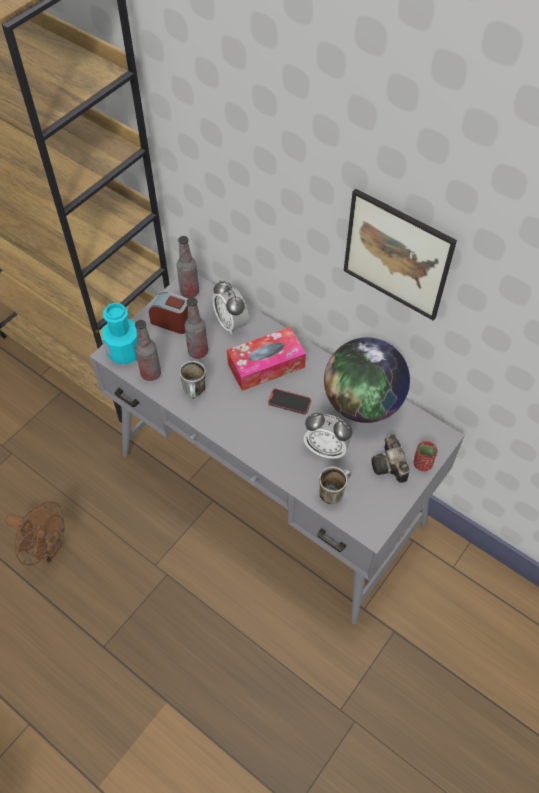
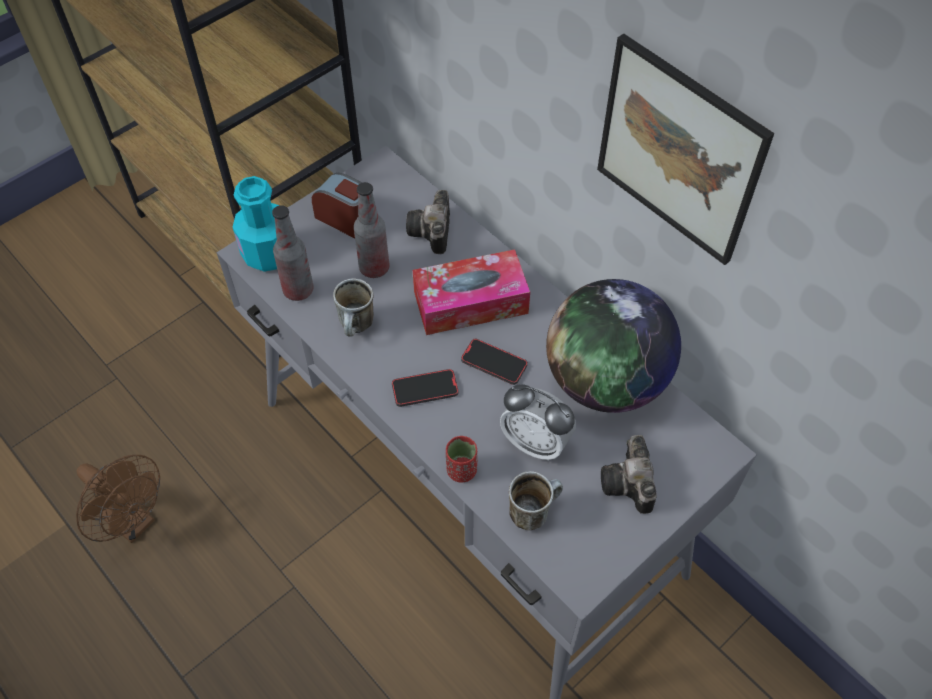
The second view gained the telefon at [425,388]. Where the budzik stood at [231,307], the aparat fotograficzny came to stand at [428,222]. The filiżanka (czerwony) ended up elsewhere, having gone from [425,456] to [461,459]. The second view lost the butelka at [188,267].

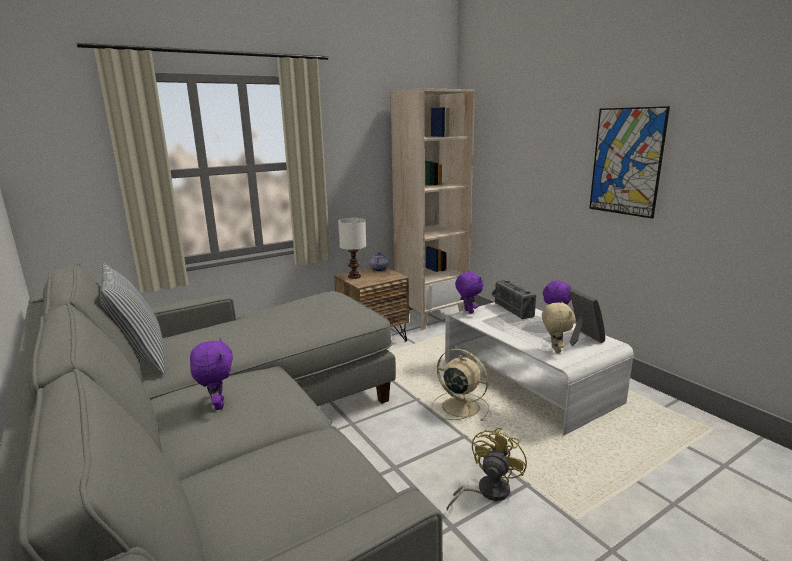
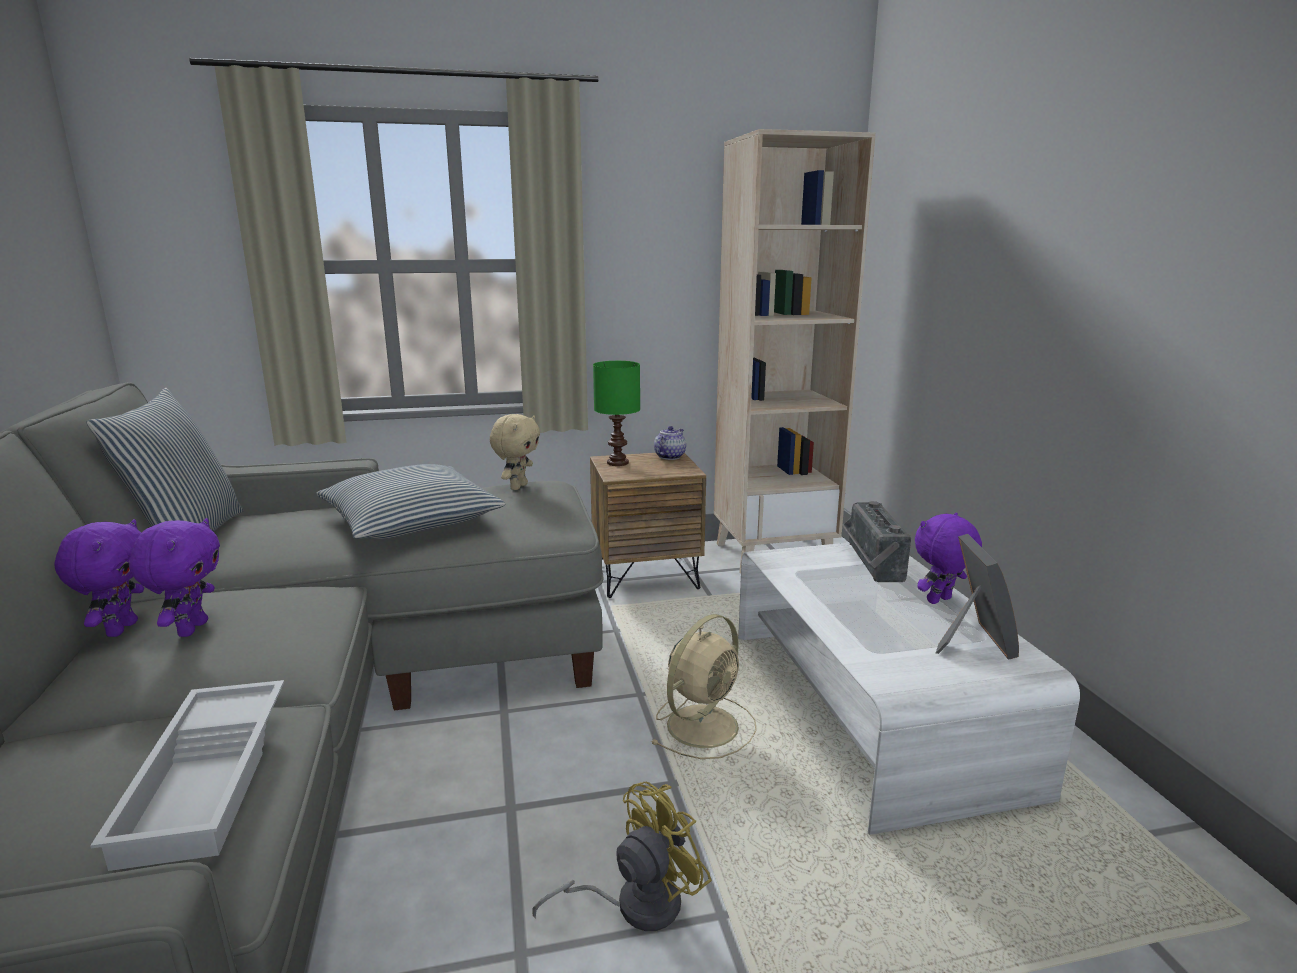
The pluszak (fioletowy) ended up elsewhere, having gone from [469,292] to [99,578]. The second view gained the taca (biały) at [187,775]. The second view gained the poduszka at [411,501]. The pluszak (beżowy) ended up elsewhere, having gone from [558,327] to [515,452]. What was the lampa stołowa (biały) at [352,248] turned into the lampa stołowa (zielony) at [616,413]. The wentylator (beżowy) at [460,384] ended up facing another way, 75 degrees clockwise from before. The second view lost the obraz at [629,162].

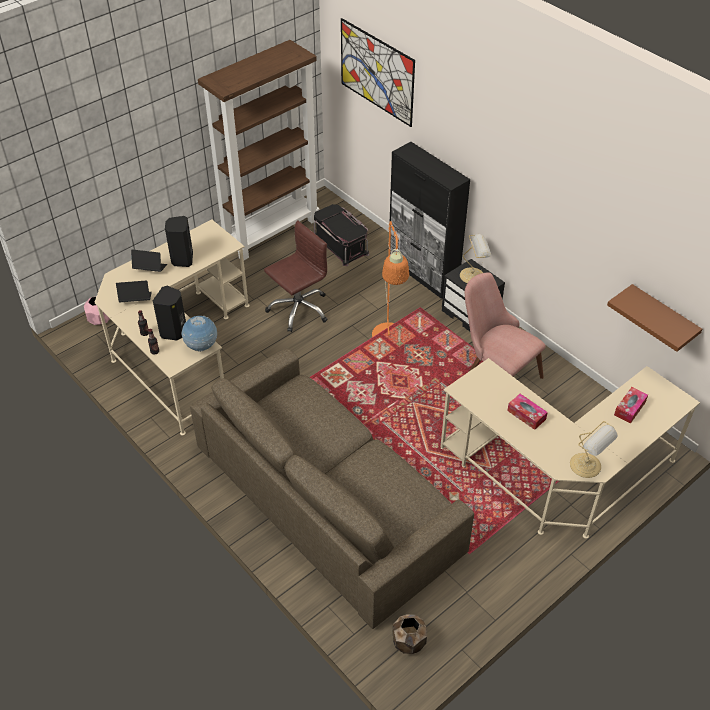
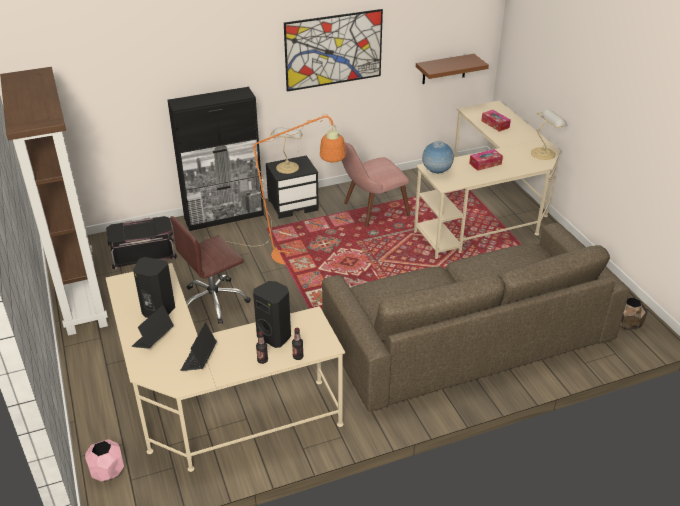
The krzesło biurowe (brązowy) at [296,276] ended up facing another way, 105 degrees counterclockwise from before. The obraz ended up elsewhere, having gone from [378,72] to [333,50]. The globus ended up elsewhere, having gone from [199,334] to [438,157].

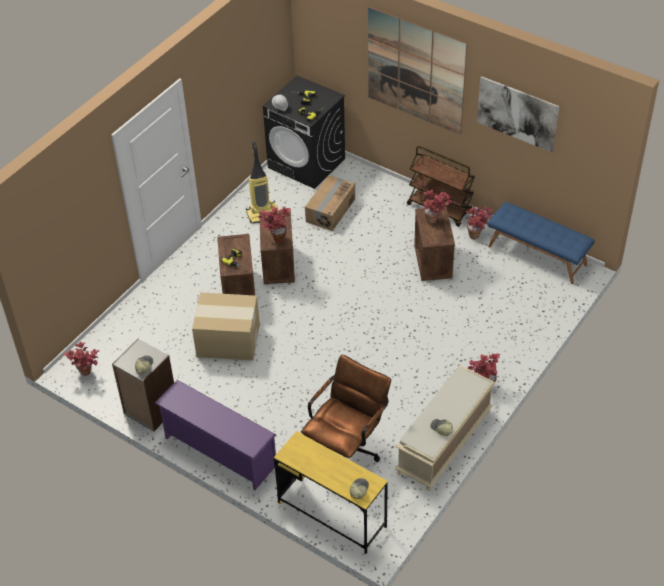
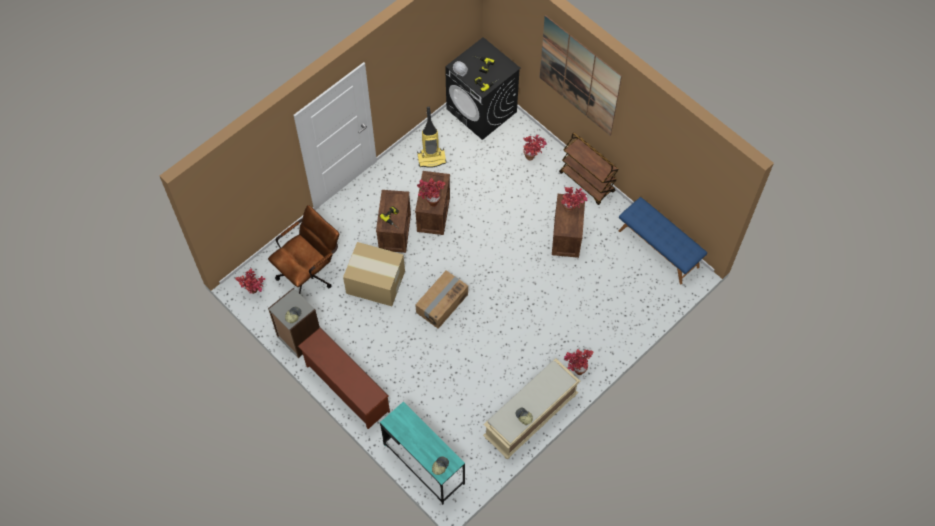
The krzesło biurowe (brązowy) ended up elsewhere, having gone from [346,408] to [303,249]. What was the regał na buty (fioletowy) at [215,435] turned into the regał na buty (brązowy) at [344,378]. What was the biurko (żółty) at [331,492] turned into the biurko (turkusowy) at [422,453]. The karton ended up elsewhere, having gone from [330,203] to [441,299]. The roślina doniczkowa ended up elsewhere, having gone from [479,222] to [535,148]. The second view lost the obraz at [518,114].

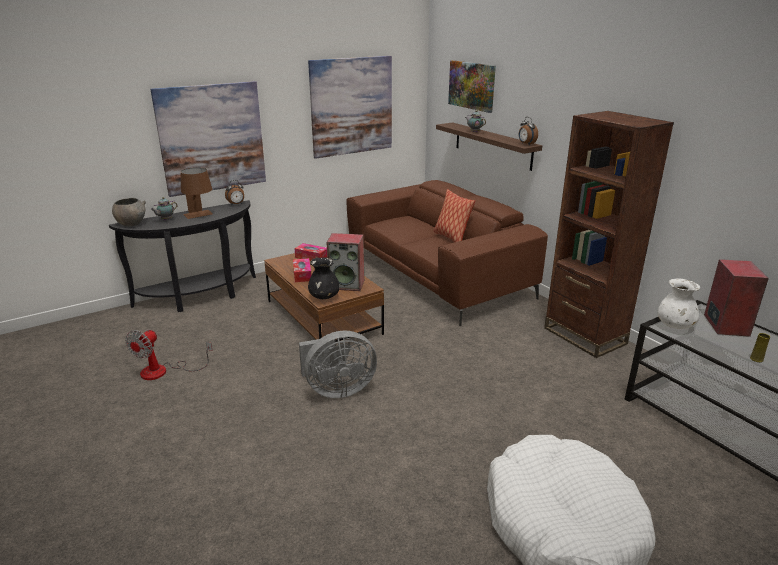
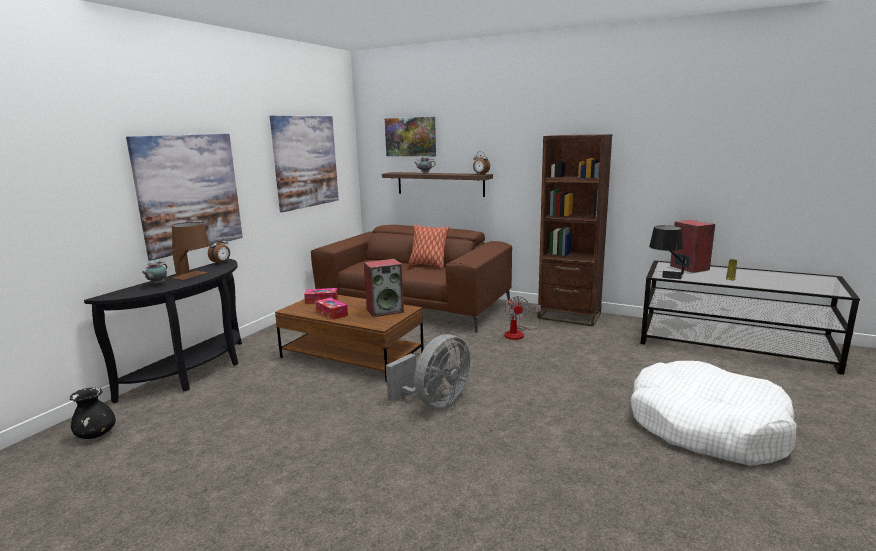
The wazon (czarny) ended up elsewhere, having gone from [323,278] to [93,413]. The wentylator ended up elsewhere, having gone from [169,354] to [522,318]. Where the wazon (biały) stood at [678,303], the lampa stołowa (czarny) came to stand at [667,252]. The second view lost the miska (szary) at [129,212].

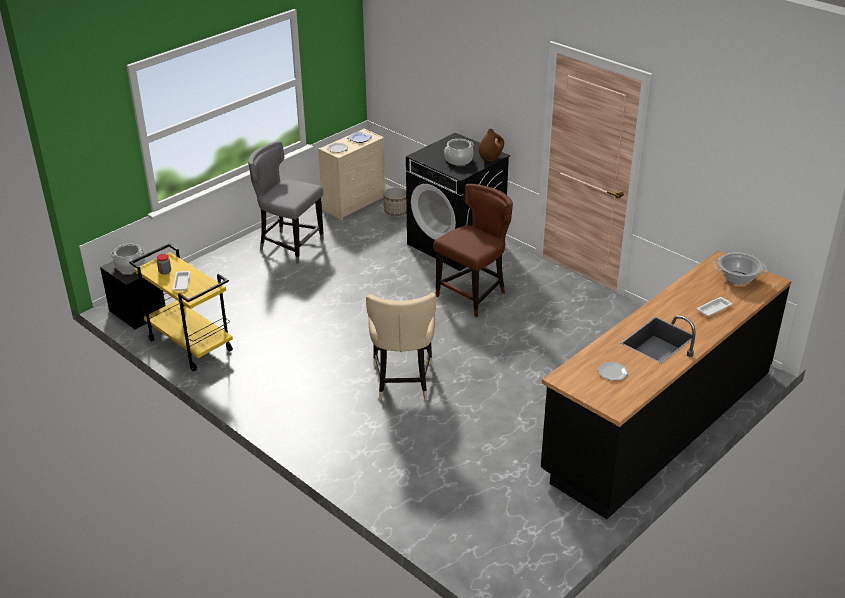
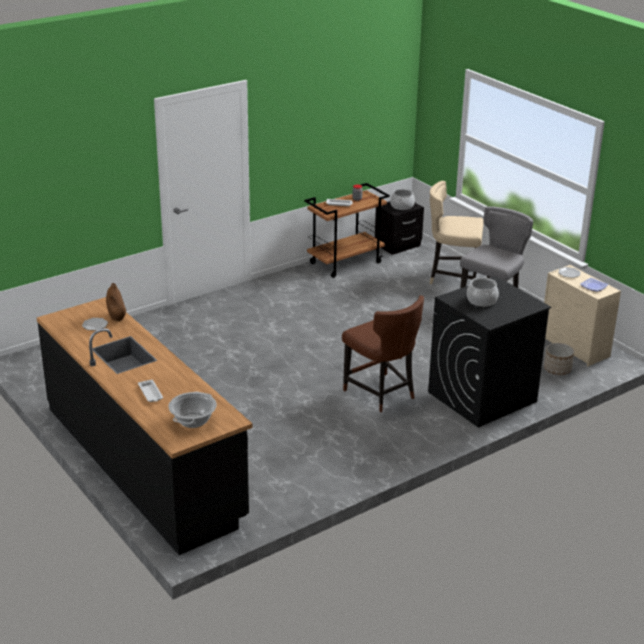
The wazon (brązowy) ended up elsewhere, having gone from [491,145] to [116,302]. What was the wózek (żółty) at [181,307] turned into the wózek (brązowy) at [347,230]. The krzesło (beżowy) ended up elsewhere, having gone from [401,346] to [457,232].

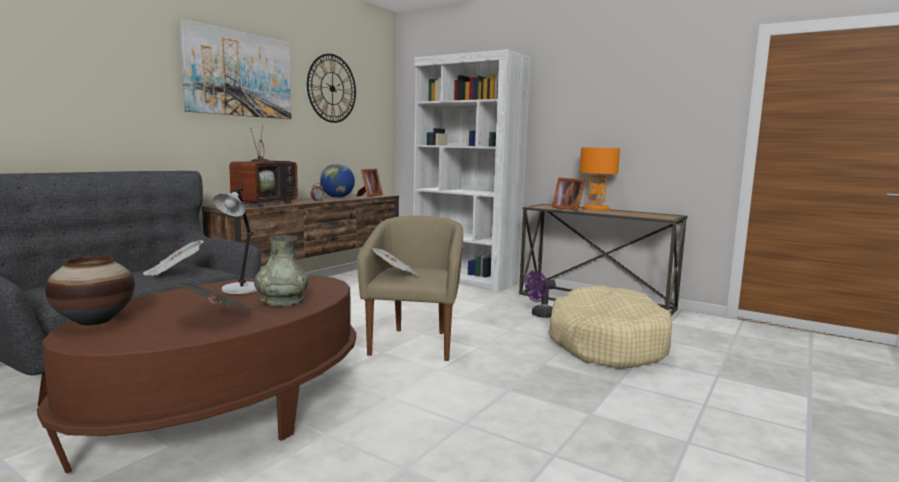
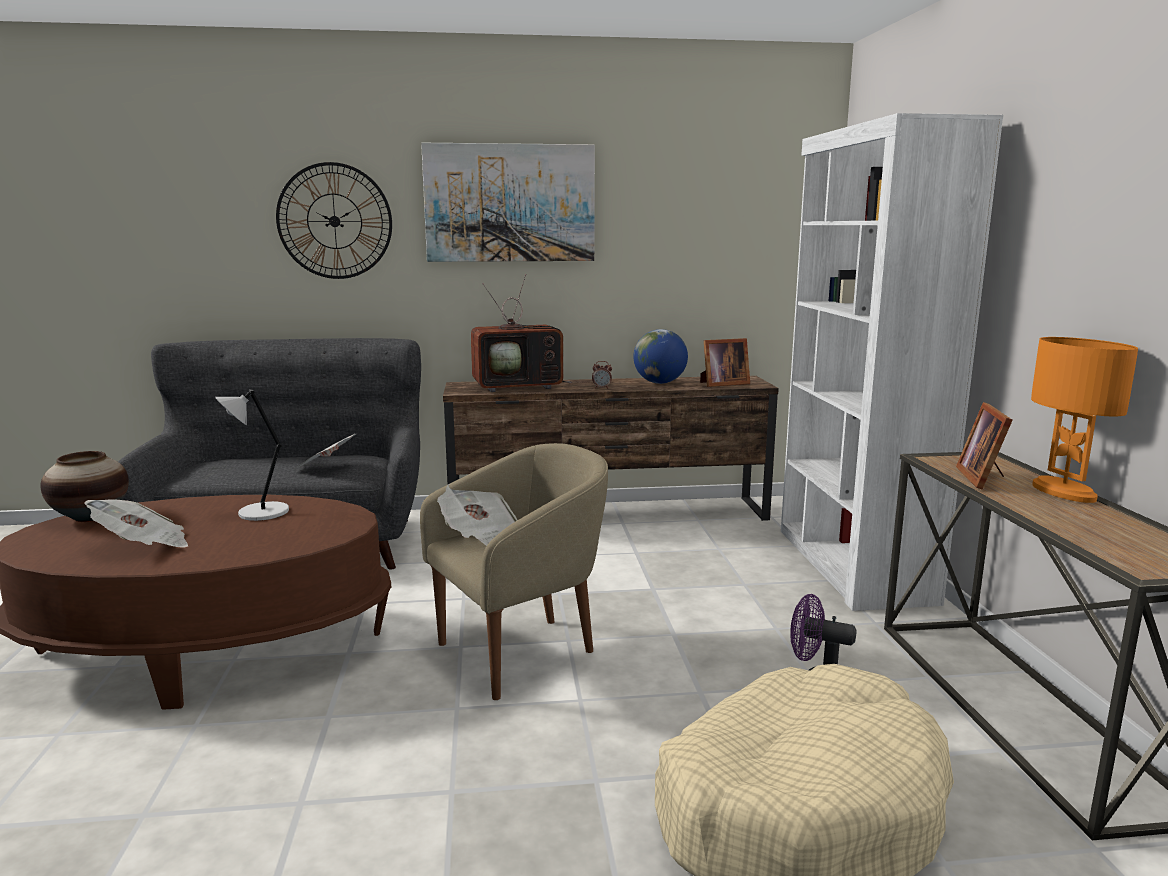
The zegar ścienny ended up elsewhere, having gone from [331,88] to [334,220]. The second view lost the wazon (szary) at [281,271].

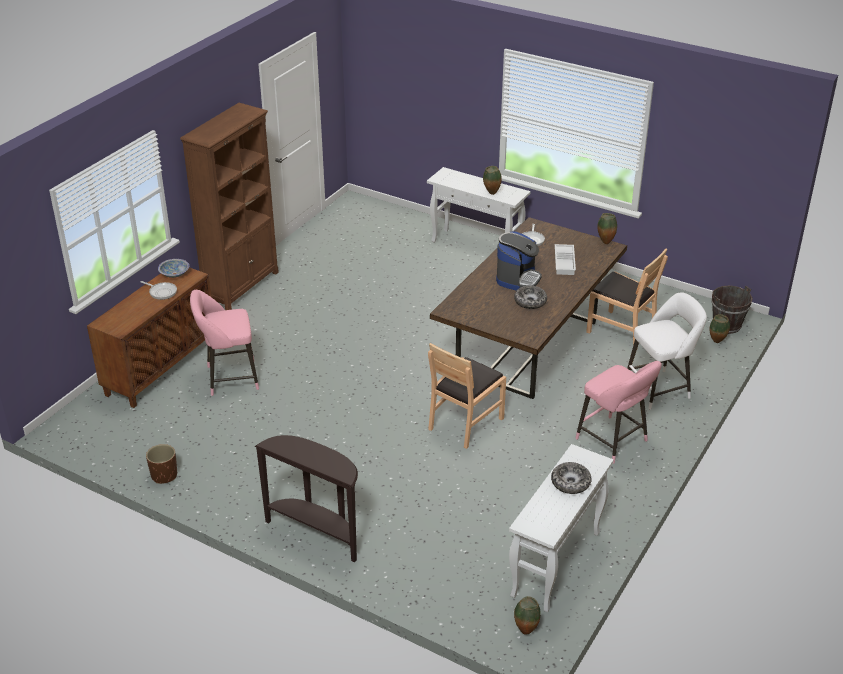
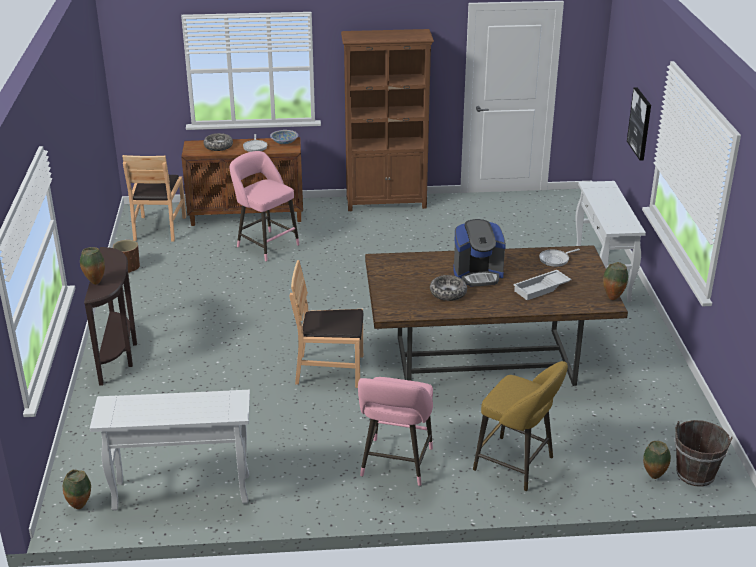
The wazon ended up elsewhere, having gone from [492,180] to [92,266]. The krzesło (brązowy) ended up elsewhere, having gone from [627,298] to [154,198]. The miska ended up elsewhere, having gone from [571,478] to [218,142]. What was the stołek (biały) at [667,351] turned into the stołek (żółty) at [520,426]. The second view gained the obraz at [639,124].

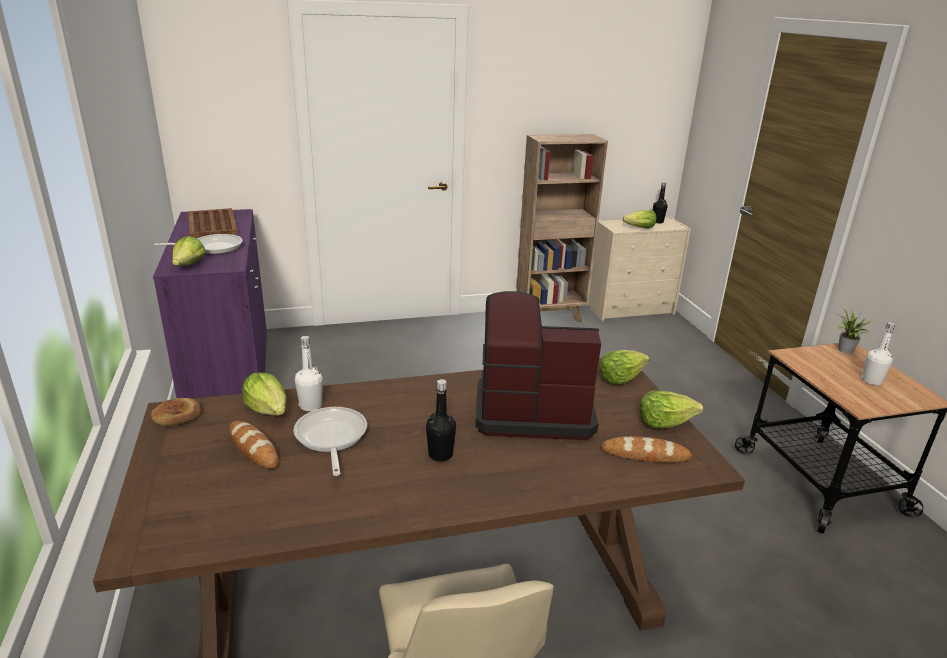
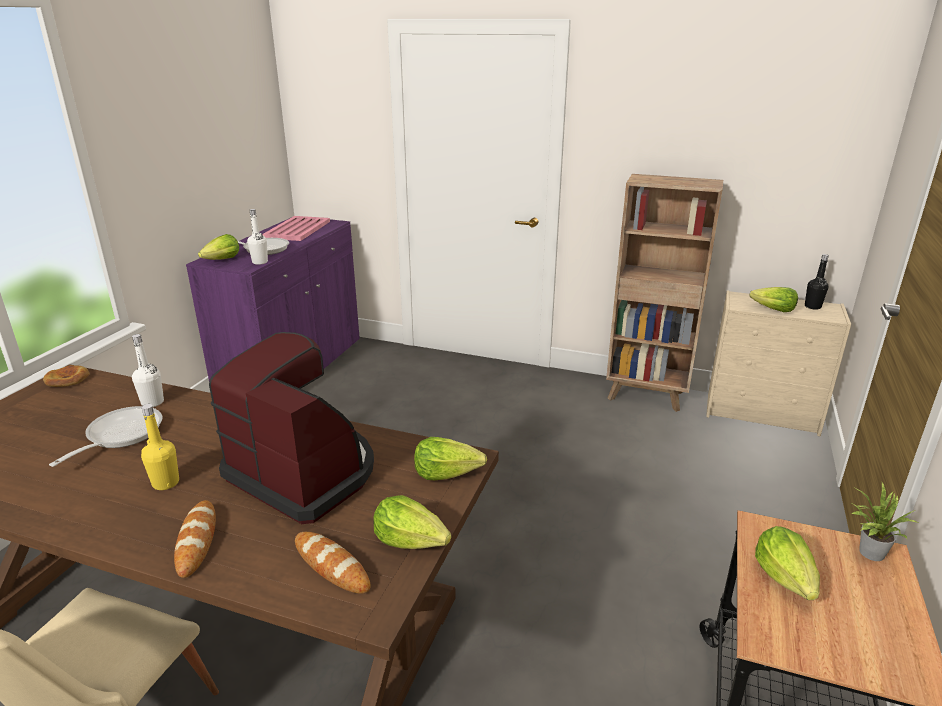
What was the butelka (czarny) at [441,420] turned into the butelka (żółty) at [160,447]. The chleb ended up elsewhere, having gone from [254,445] to [195,539]. The butelka (biały) ended up elsewhere, having gone from [878,353] to [257,237]. What was the taca (brązowy) at [213,223] turned into the taca (różowy) at [296,228]. The sałata ended up elsewhere, having gone from [264,394] to [787,563].

